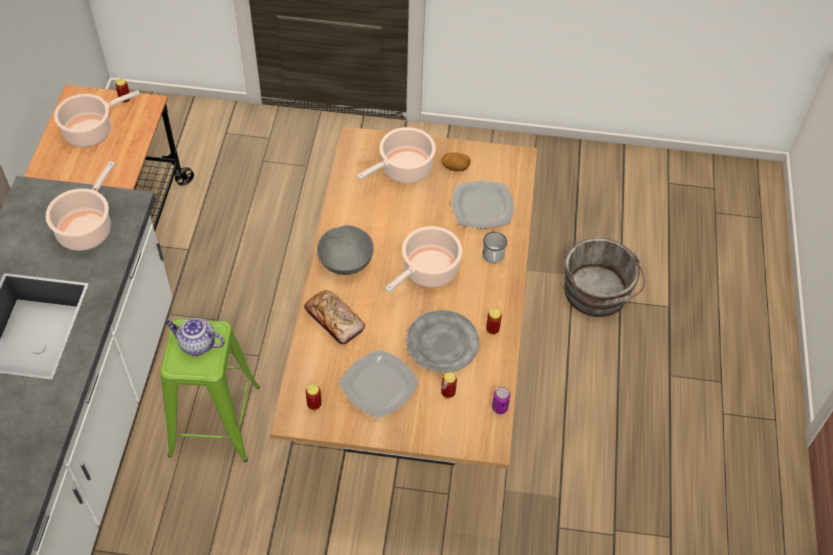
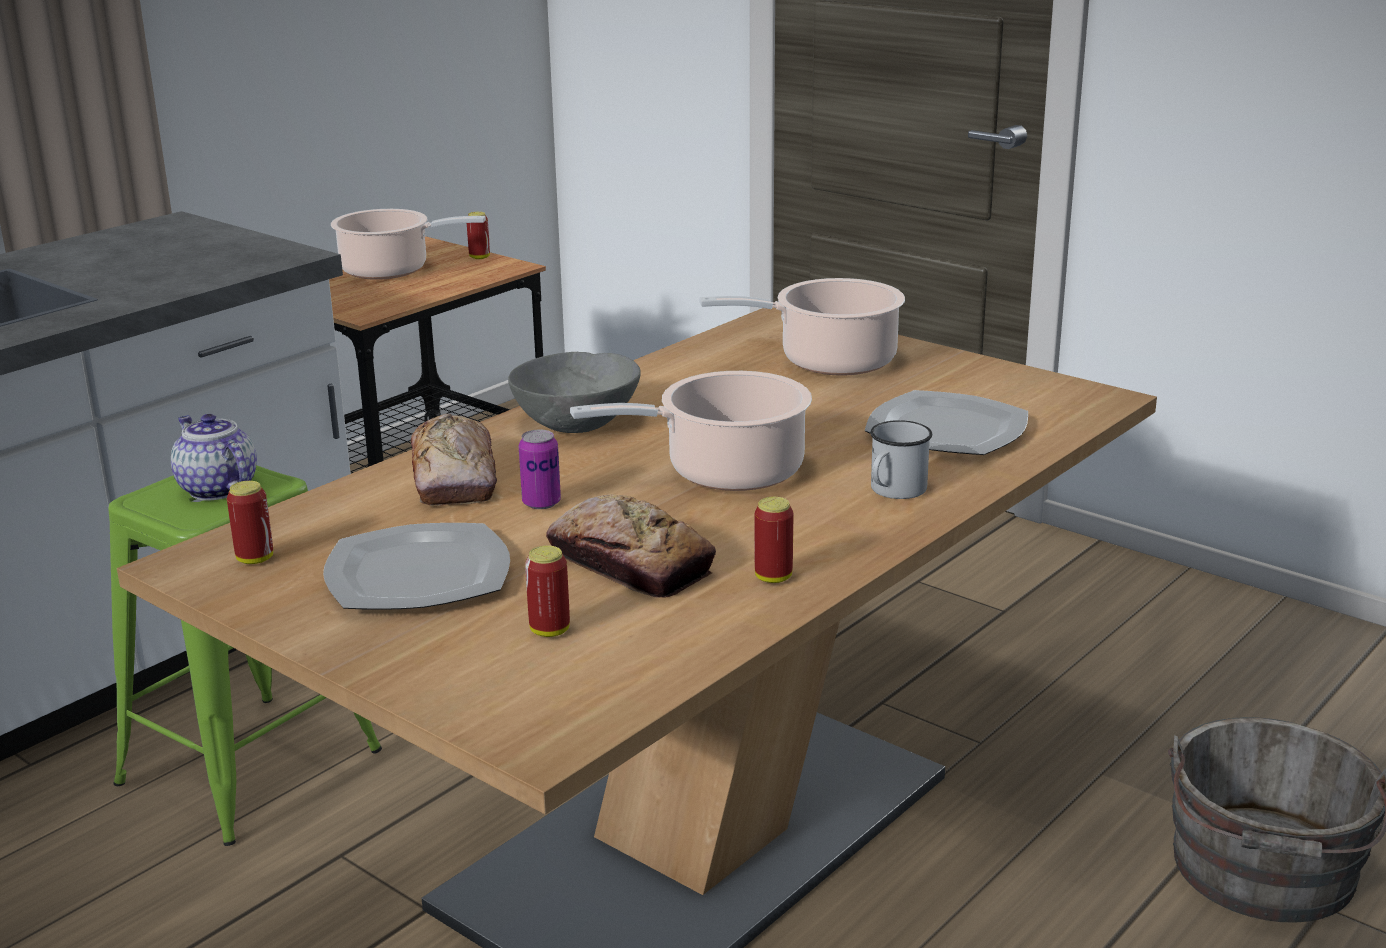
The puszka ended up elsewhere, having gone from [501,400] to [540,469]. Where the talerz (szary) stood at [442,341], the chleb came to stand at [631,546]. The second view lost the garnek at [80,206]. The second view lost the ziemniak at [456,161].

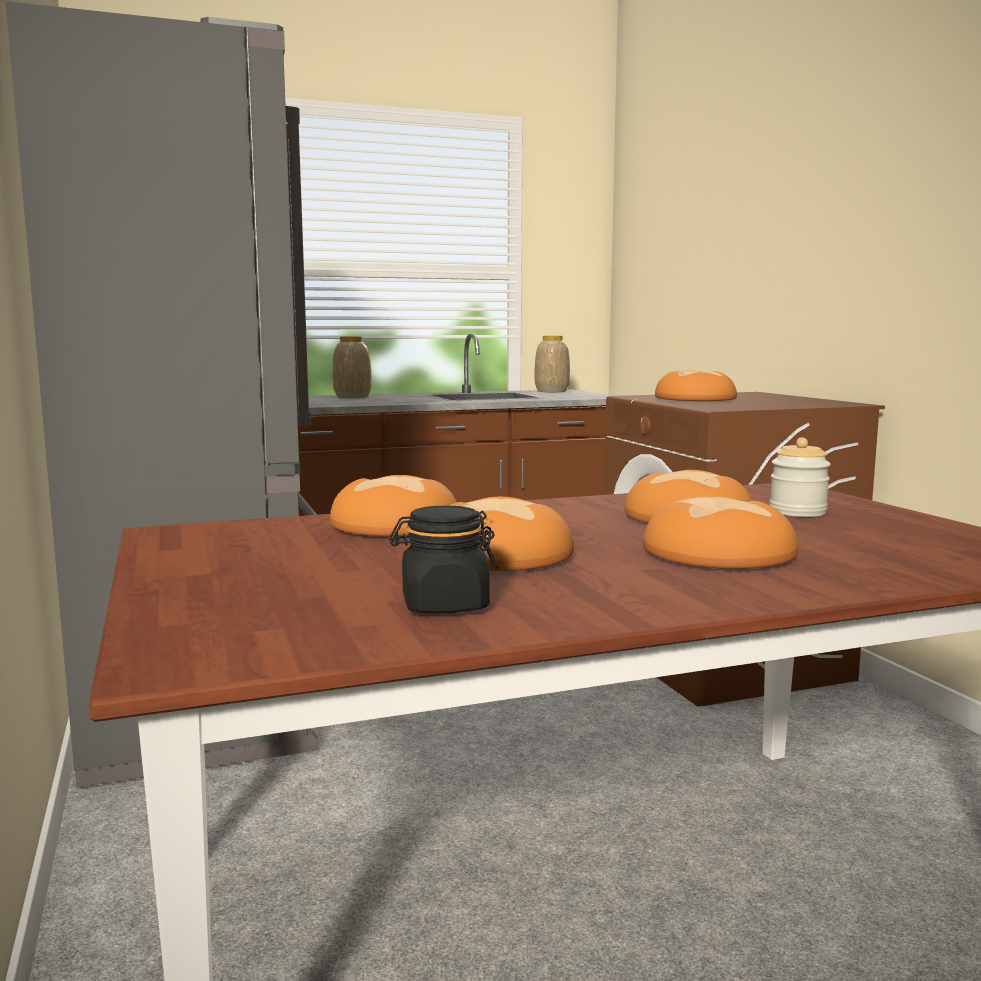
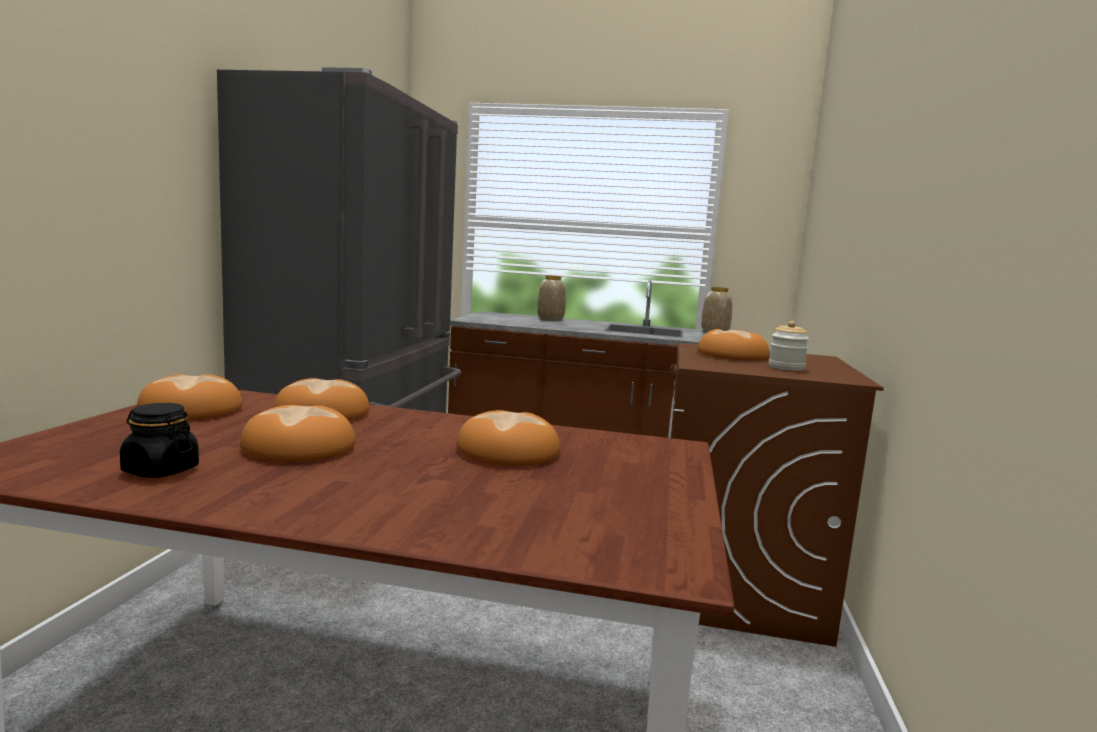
The chleb ended up elsewhere, having gone from [720,532] to [189,397]. The słoik ended up elsewhere, having gone from [800,477] to [789,346].

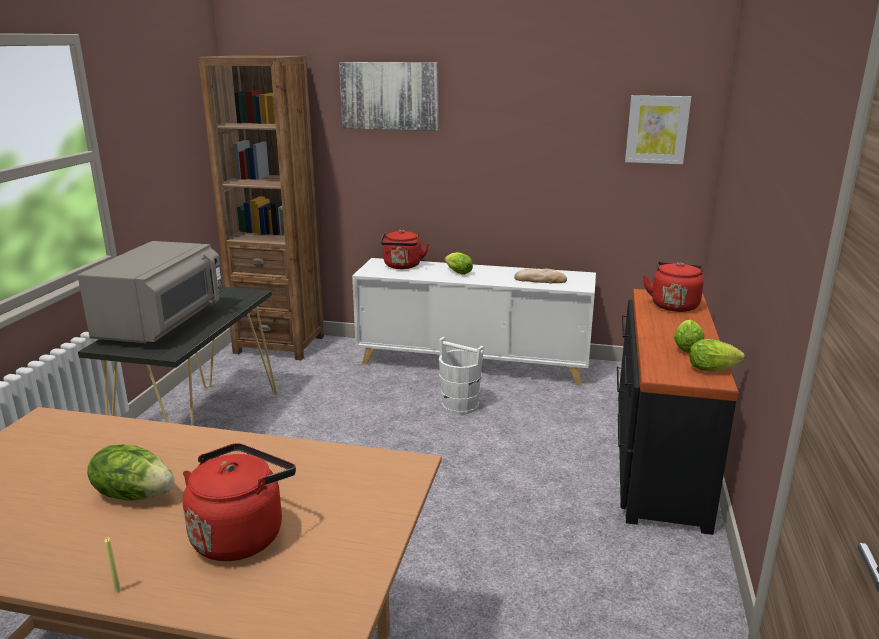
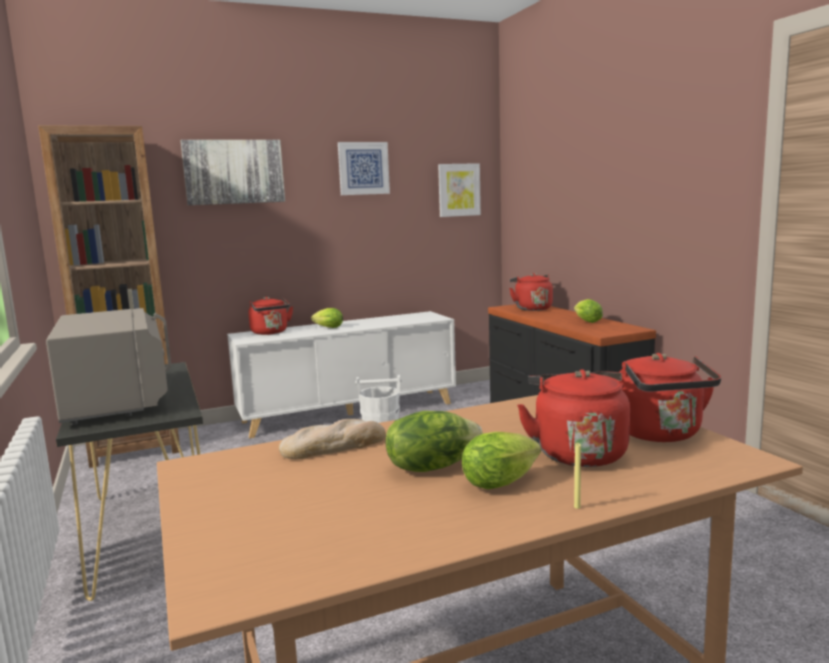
The chleb ended up elsewhere, having gone from [540,276] to [332,439]. The second view gained the obraz at [364,168]. The sałata ended up elsewhere, having gone from [717,355] to [501,460]. The second view gained the czajnik (czerwony) at [670,397].

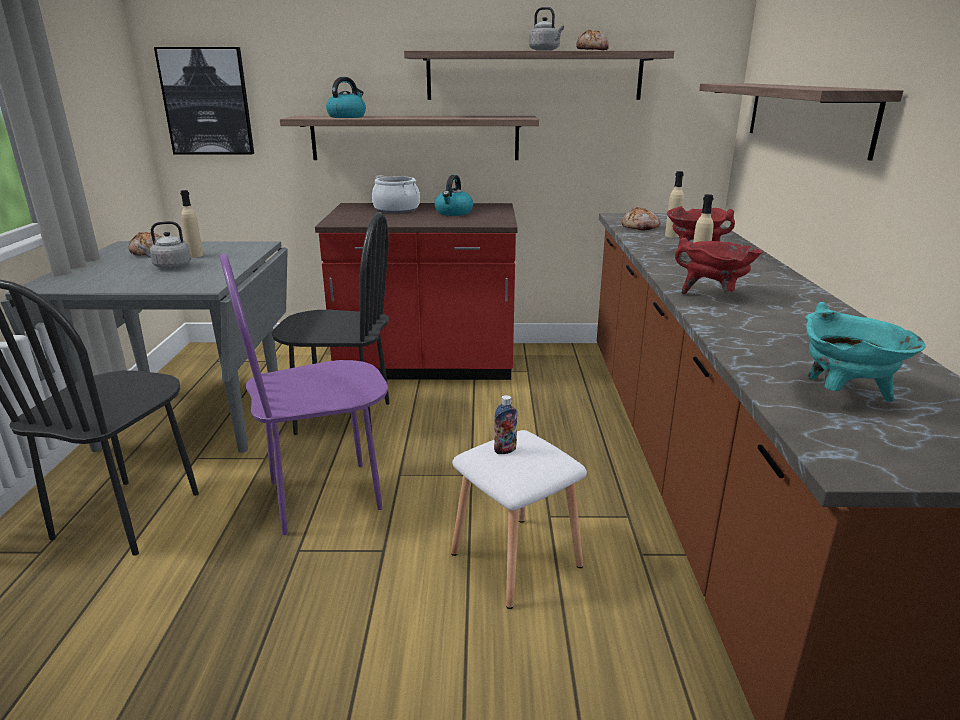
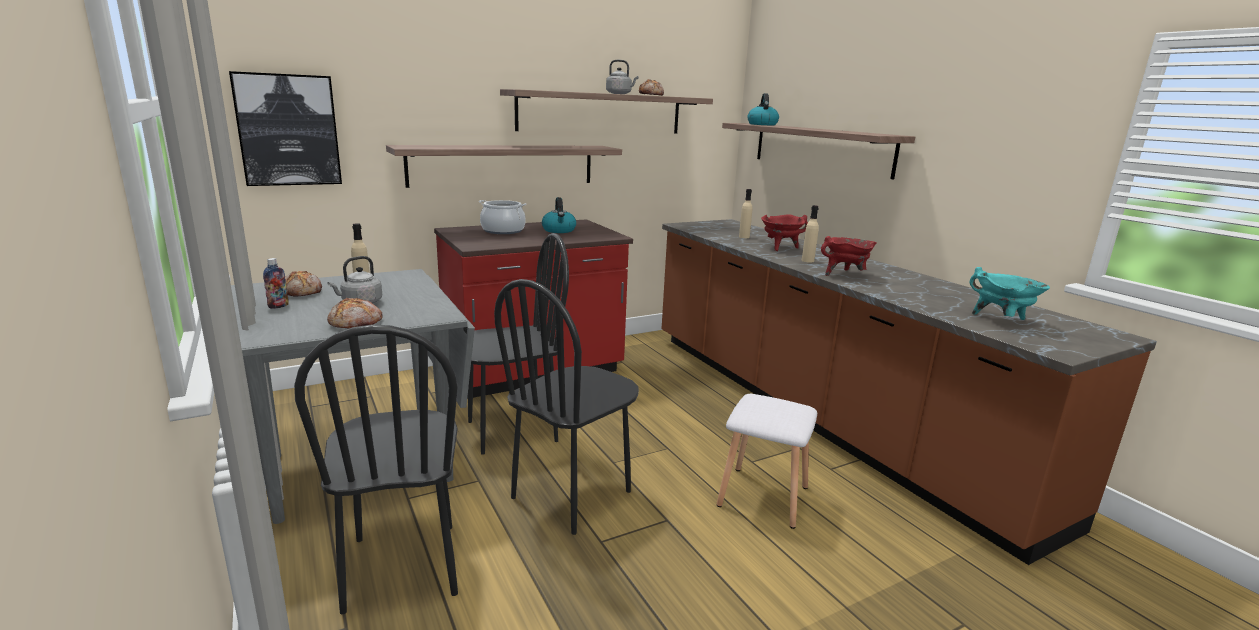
The butelka ended up elsewhere, having gone from [505,424] to [276,283]. The chleb ended up elsewhere, having gone from [641,219] to [355,313]. What was the krzesło (fioletowy) at [304,394] turned into the krzesło (czarny) at [566,407]. The czajnik ended up elsewhere, having gone from [346,97] to [763,109].

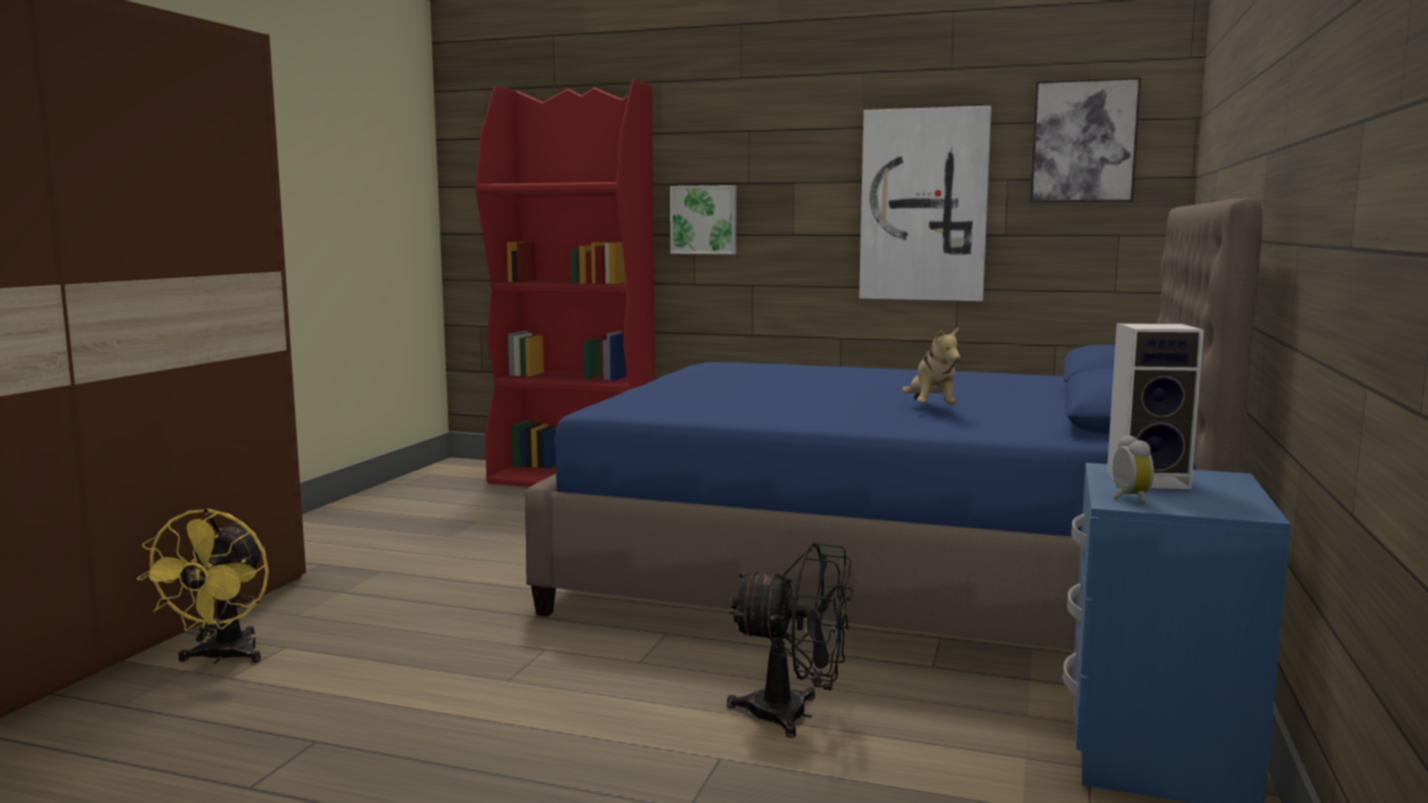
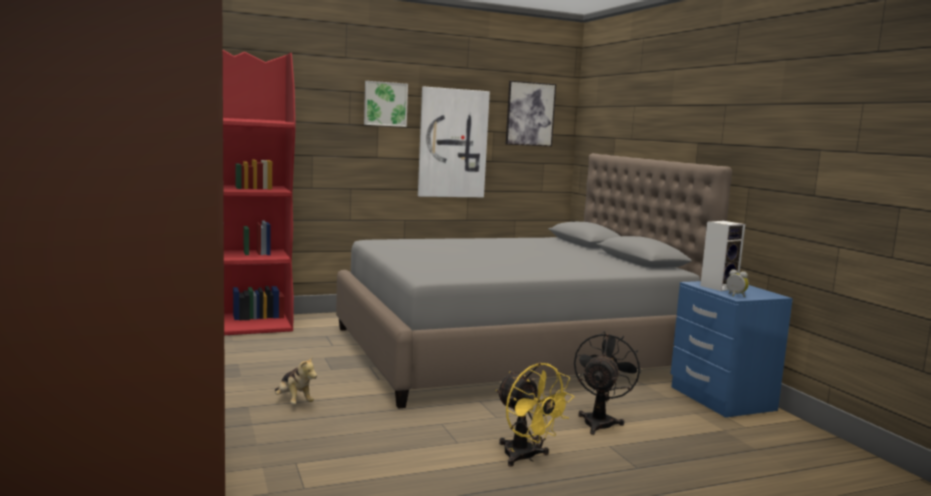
The pluszak ended up elsewhere, having gone from [931,365] to [296,379]. What was the łóżko (niebieski) at [894,423] turned into the łóżko (szary) at [534,281]. The obraz ended up elsewhere, having gone from [703,219] to [386,104]. The wentylator (żółty) ended up elsewhere, having gone from [202,586] to [535,414]. The wentylator (czarny) at [790,640] ended up facing another way, 45 degrees counterclockwise from before.

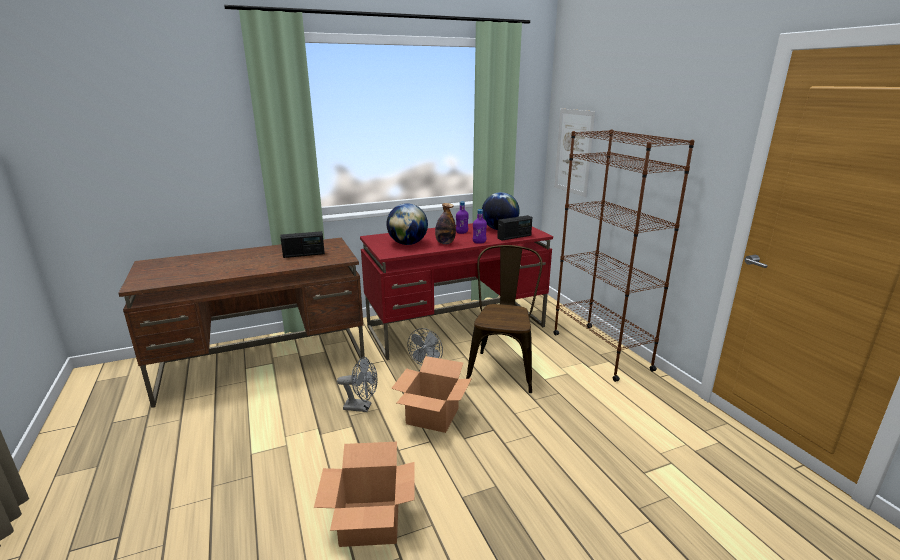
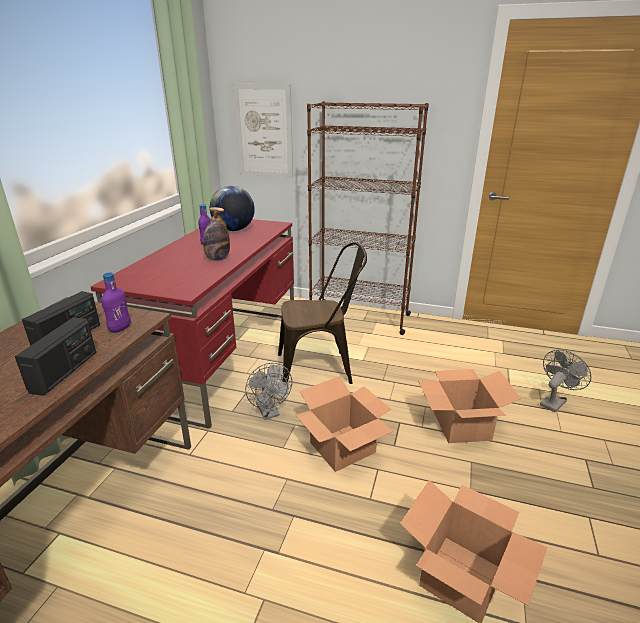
The radio ended up elsewhere, having gone from [514,228] to [55,356]. The butelka (fioletowy) ended up elsewhere, having gone from [480,226] to [116,303]. The krzesło (brązowy) at [504,319] ended up facing another way, 120 degrees clockwise from before. The second view gained the karton at [469,406]. The wentylator (szary) ended up elsewhere, having gone from [357,384] to [565,381]. The second view lost the globus at [407,224].

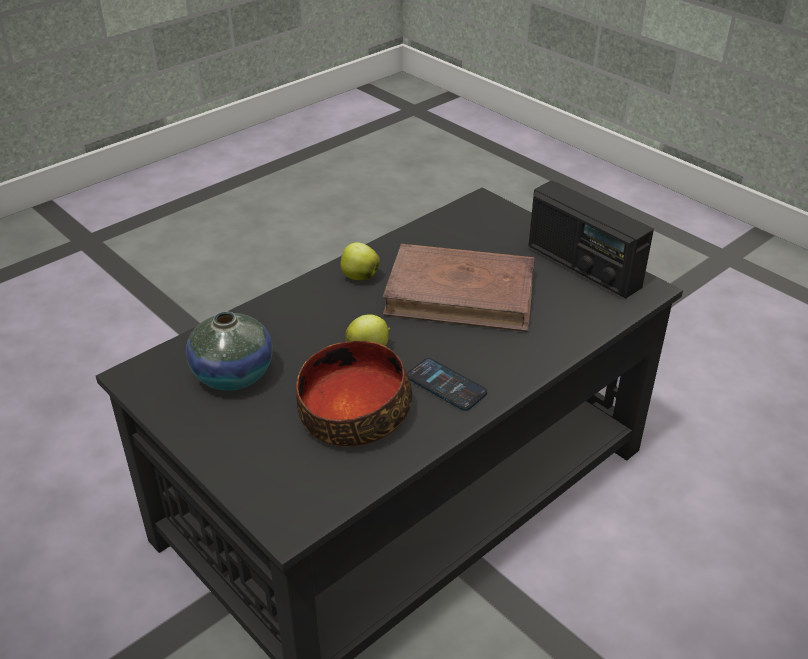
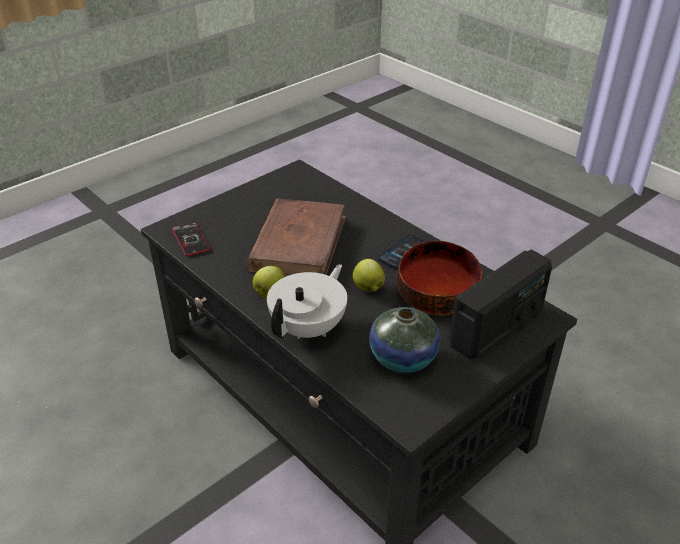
The second view gained the telefon at [191,239]. The second view gained the imbryk (biały) at [307,302]. The radio ended up elsewhere, having gone from [591,239] to [500,305].

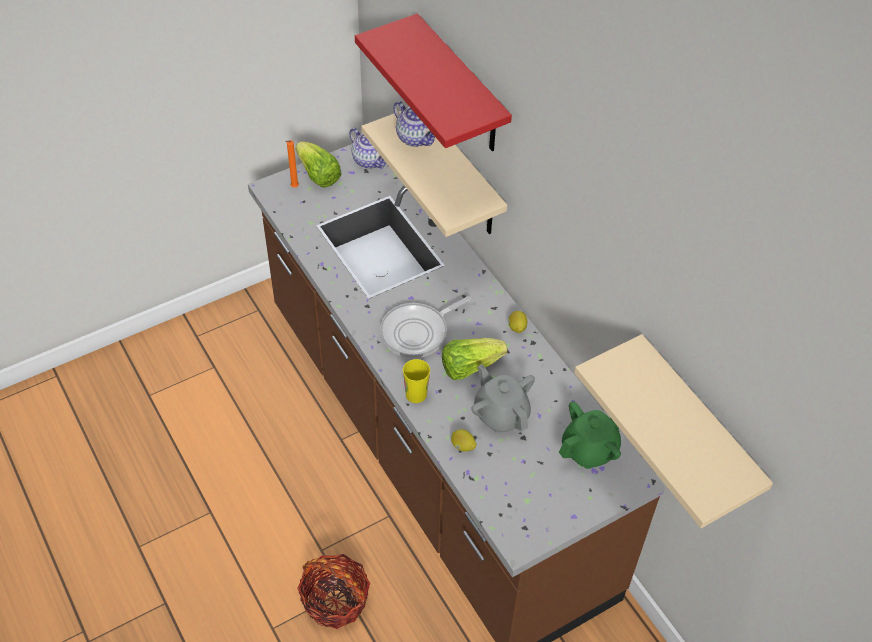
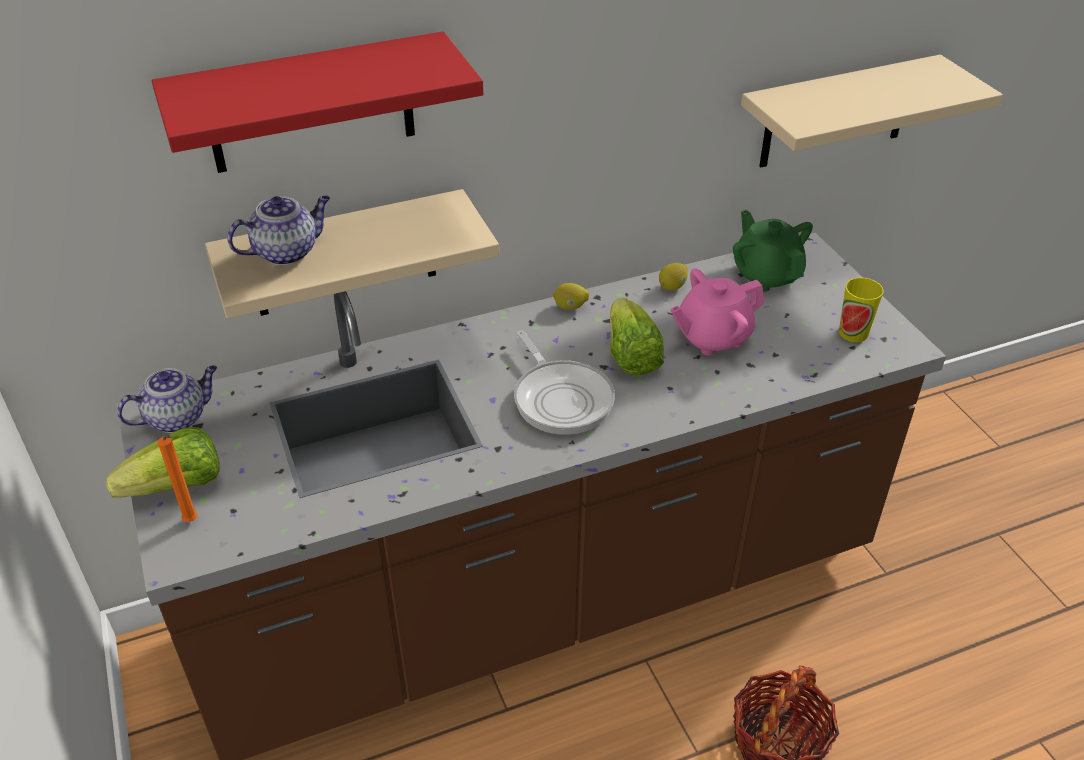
The cytryna ended up elsewhere, having gone from [464,440] to [673,277]. What was the imbryk (szary) at [503,398] turned into the imbryk (różowy) at [717,312]. The filiżanka ended up elsewhere, having gone from [416,381] to [861,309].

